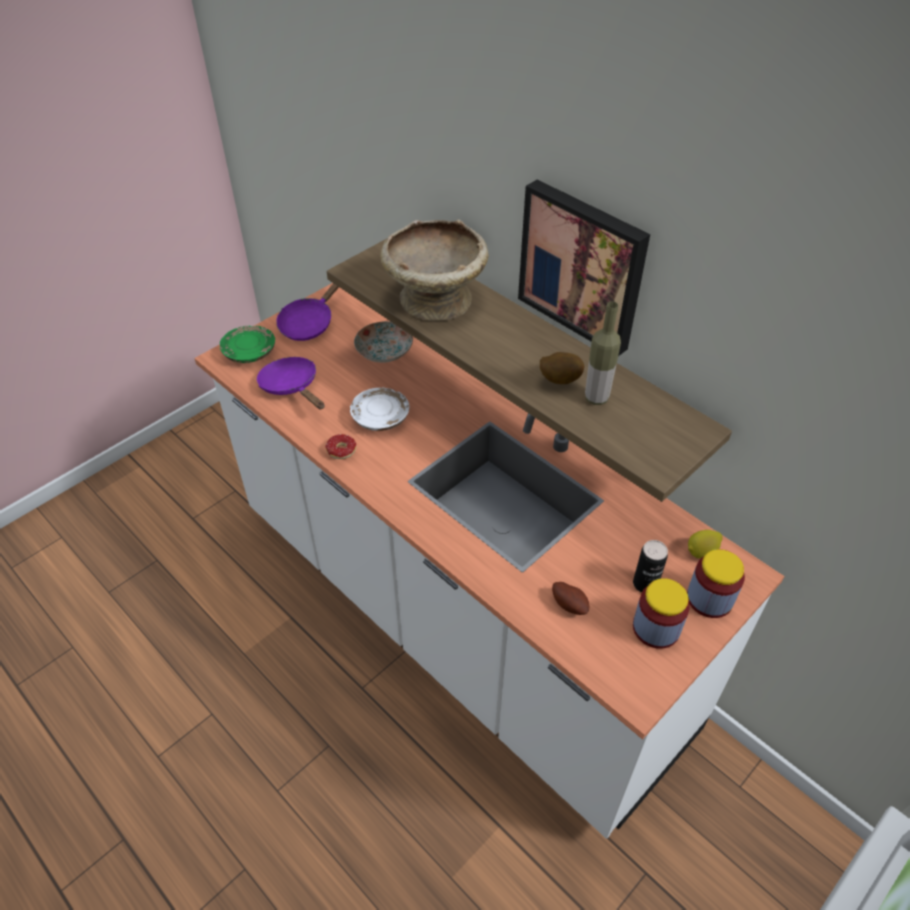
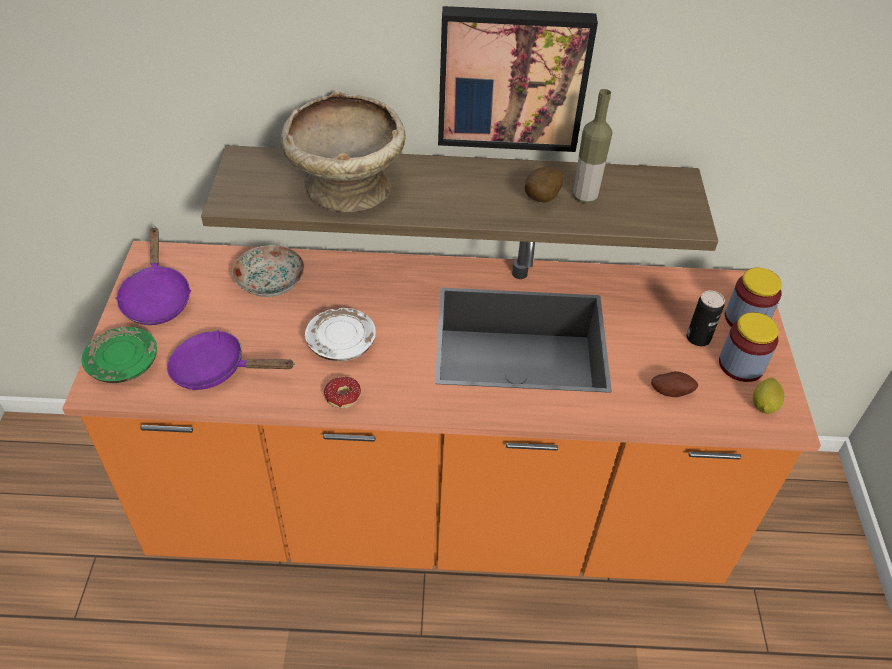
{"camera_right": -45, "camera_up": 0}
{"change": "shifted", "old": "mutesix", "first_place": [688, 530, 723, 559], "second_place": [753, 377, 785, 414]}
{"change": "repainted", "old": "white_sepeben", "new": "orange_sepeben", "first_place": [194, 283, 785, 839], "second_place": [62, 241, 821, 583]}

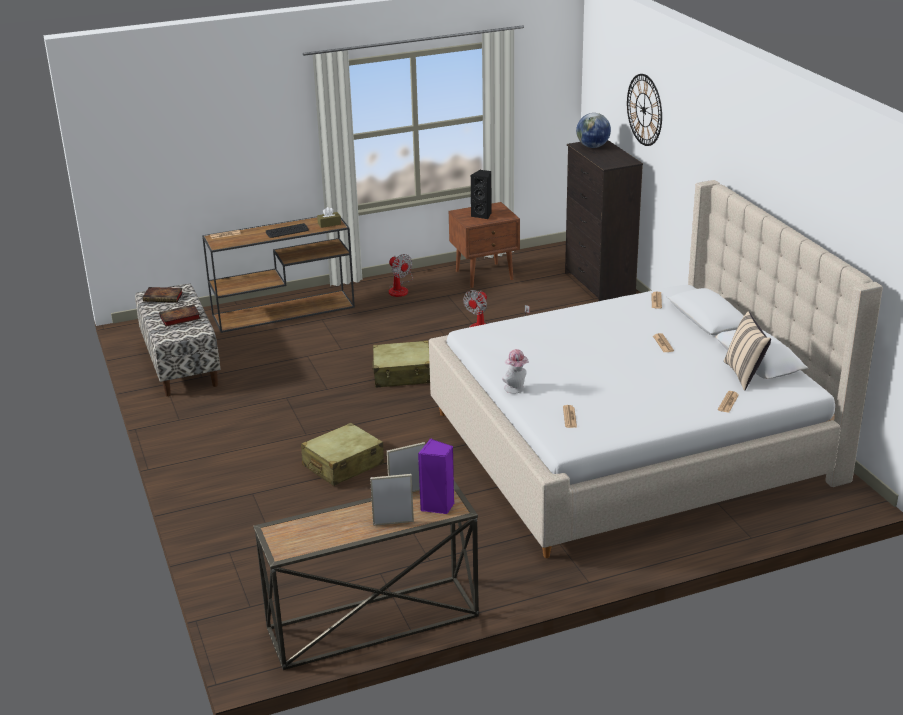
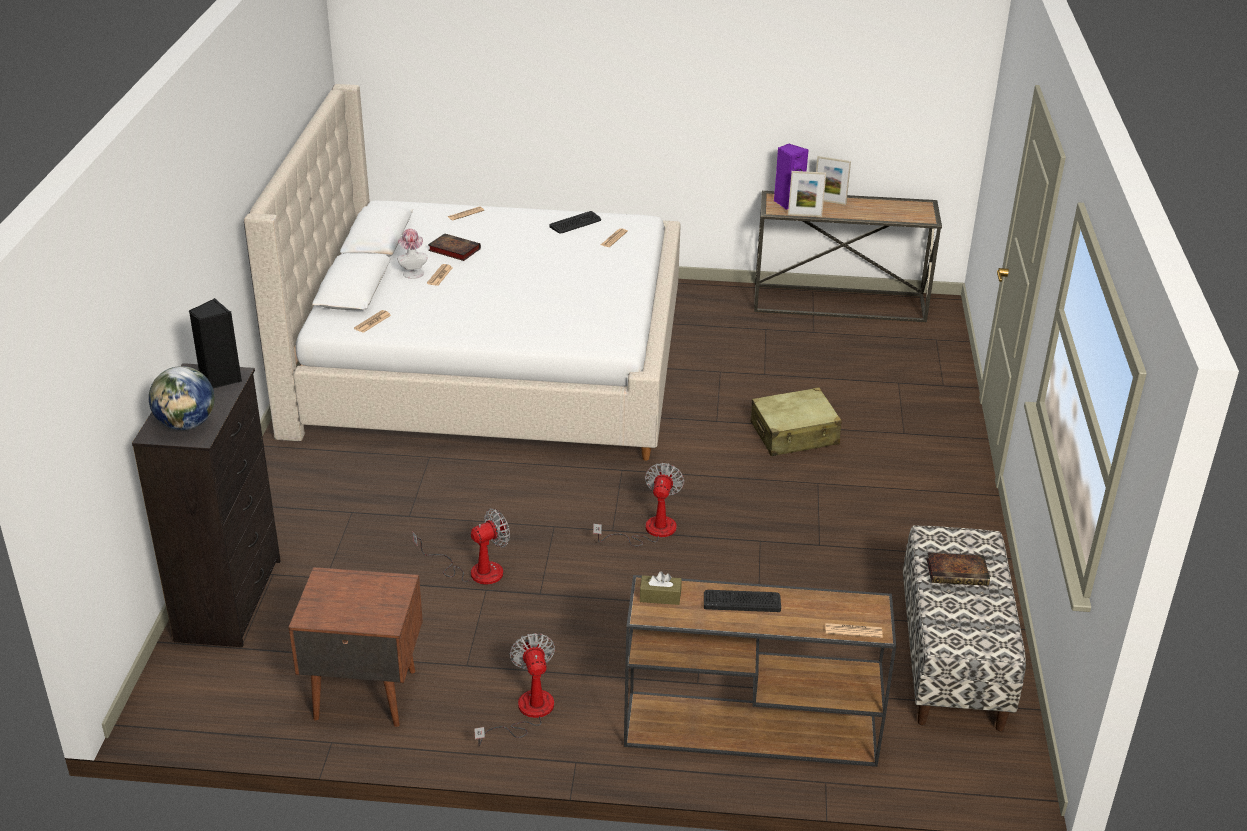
{"camera_right": -155, "camera_up": 5}
{"change": "gone", "old": "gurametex", "first_place": [627, 74, 662, 146]}
{"change": "gone", "old": "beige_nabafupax", "first_place": [724, 311, 771, 391]}
{"change": "new", "new": "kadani", "second_place": [549, 211, 601, 233]}
{"change": "shifted", "old": "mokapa", "first_place": [143, 287, 183, 302], "second_place": [428, 233, 481, 261]}
{"change": "shifted", "old": "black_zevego", "first_place": [470, 170, 492, 219], "second_place": [189, 299, 242, 388]}
{"change": "shifted", "old": "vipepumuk", "first_place": [502, 349, 529, 394], "second_place": [397, 229, 427, 279]}
{"change": "swapped", "old": "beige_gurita", "new": "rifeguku", "first_place": [372, 340, 430, 388], "second_place": [593, 463, 684, 547]}

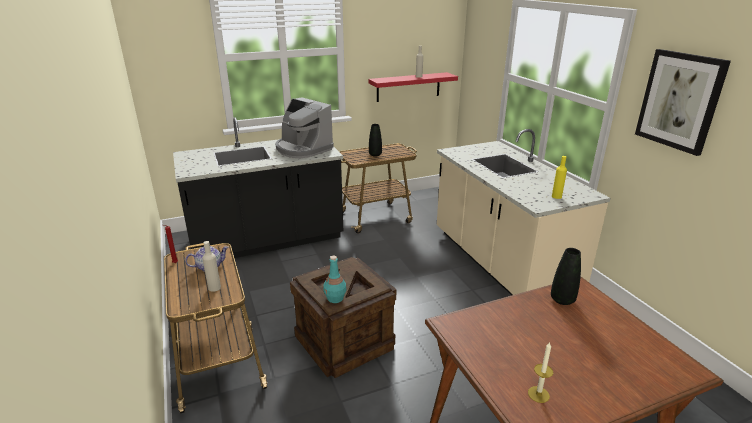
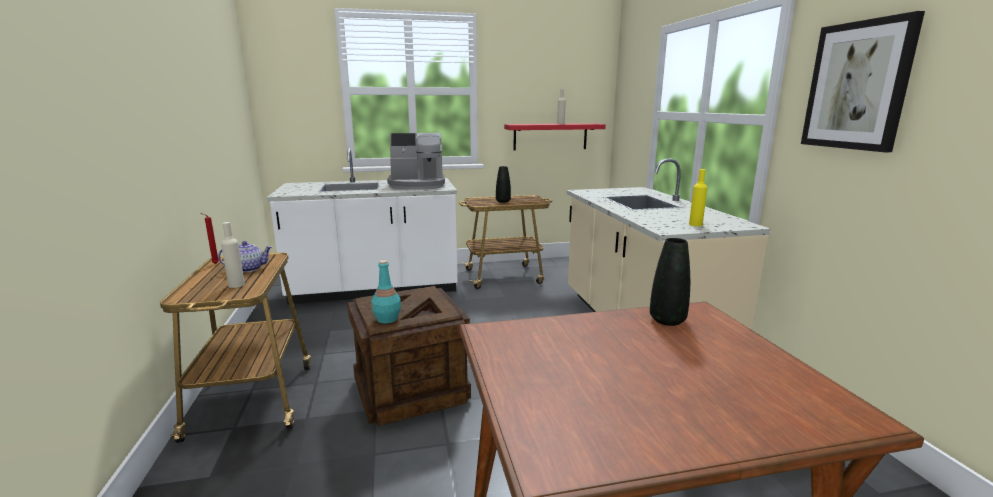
{"camera_right": 10, "camera_up": -10}
{"change": "gone", "old": "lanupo", "first_place": [528, 342, 553, 403]}
{"change": "repainted", "old": "black_sepeben", "new": "white_sepeben", "first_place": [173, 117, 343, 258], "second_place": [267, 148, 458, 304]}
{"change": "rotated", "old": "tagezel", "first_place": [275, 97, 334, 158], "second_place": [387, 133, 445, 190], "degrees": -60}

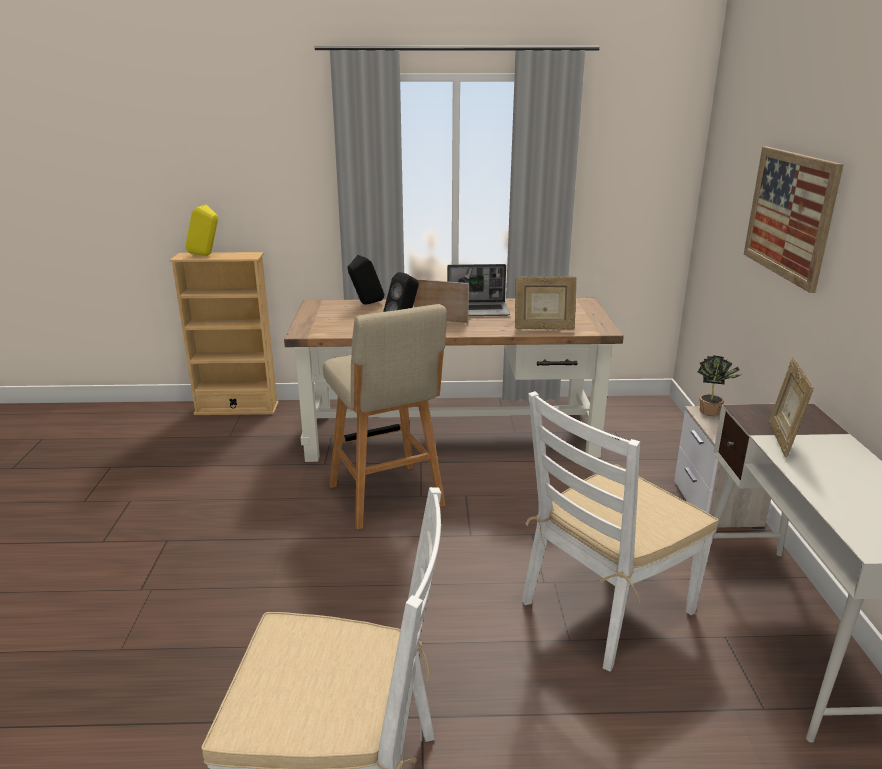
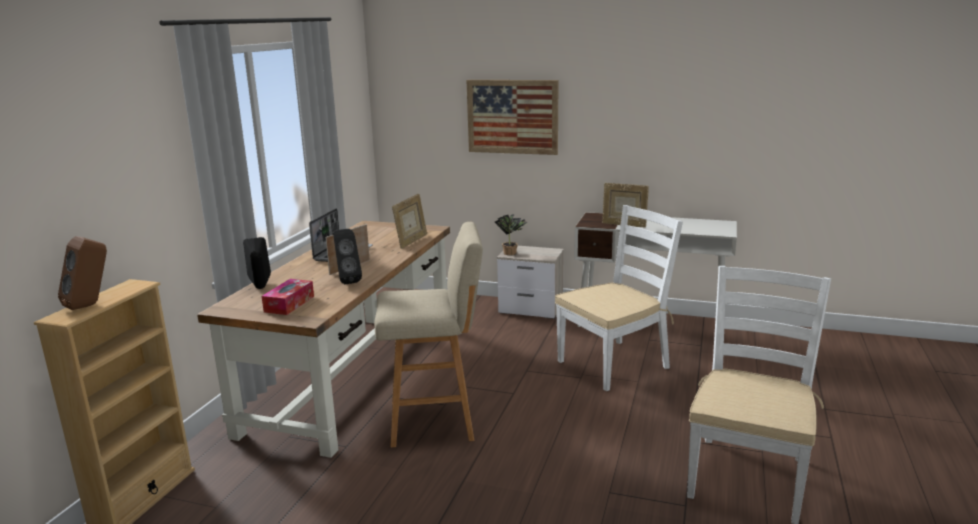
{"camera_right": -70, "camera_up": -5}
{"change": "new", "new": "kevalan", "second_place": [262, 279, 314, 315]}
{"change": "repainted", "old": "yellow_zevego", "new": "brown_zevego", "first_place": [185, 204, 218, 256], "second_place": [58, 236, 107, 310]}
{"change": "rotated", "old": "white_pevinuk", "first_place": [522, 391, 718, 672], "second_place": [555, 205, 683, 391], "degrees": -105}

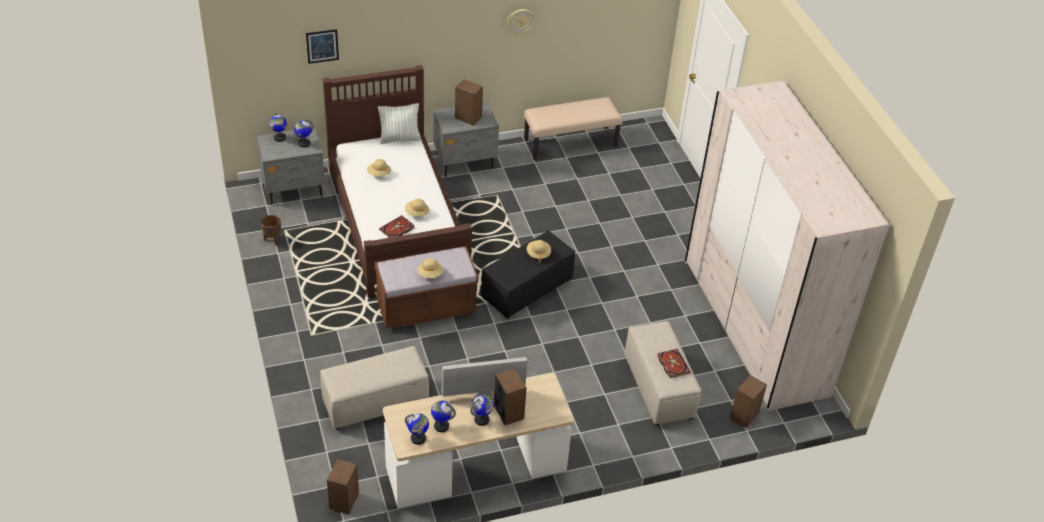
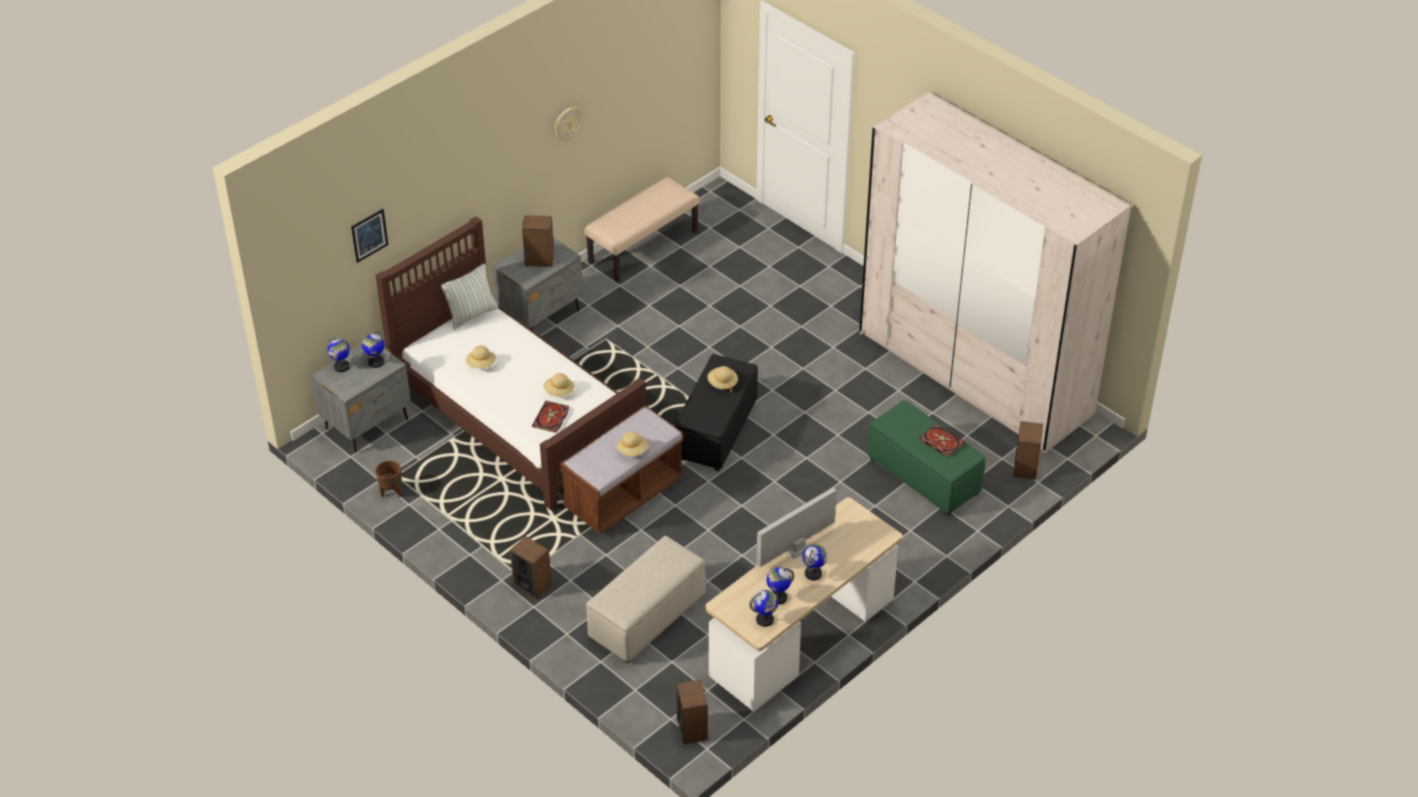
{"camera_right": -25, "camera_up": 0}
{"change": "shifted", "old": "zevego", "first_place": [494, 368, 527, 425], "second_place": [510, 536, 552, 599]}
{"change": "repainted", "old": "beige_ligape", "new": "green_ligape", "first_place": [624, 321, 701, 426], "second_place": [868, 400, 986, 516]}

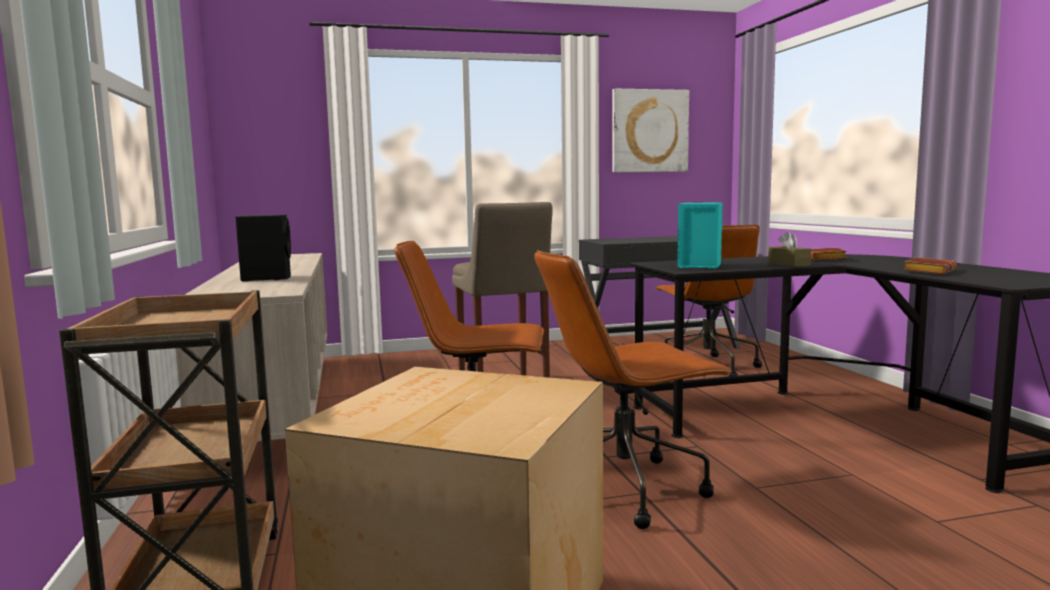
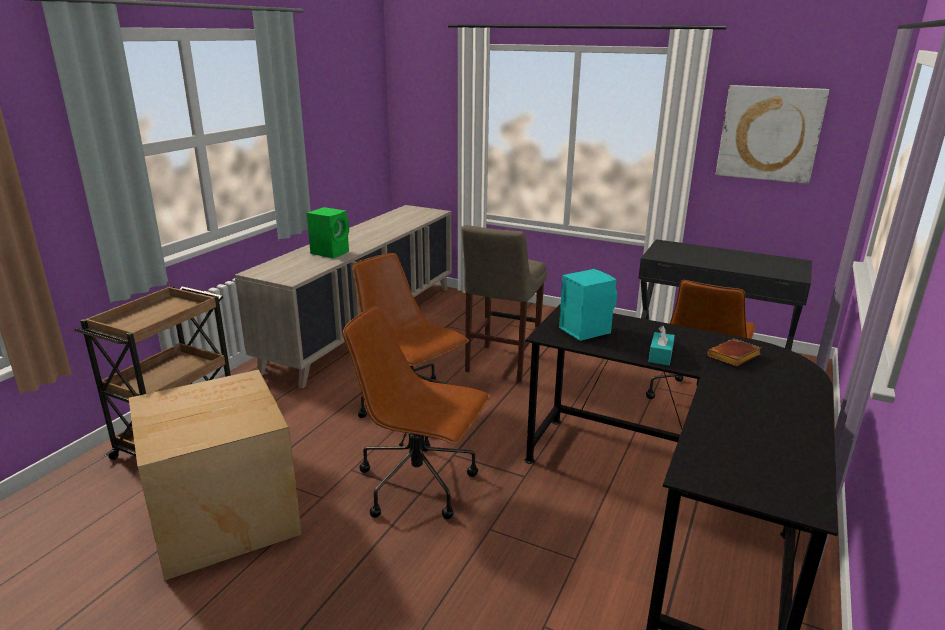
{"camera_right": 40, "camera_up": 15}
{"change": "gone", "old": "brown_mokapa", "first_place": [903, 257, 957, 274]}
{"change": "repainted", "old": "black_zevego", "new": "green_zevego", "first_place": [236, 214, 291, 282], "second_place": [307, 207, 349, 258]}
{"change": "repainted", "old": "brown_kevalan", "new": "turquoise_kevalan", "first_place": [768, 232, 811, 267], "second_place": [648, 326, 675, 365]}

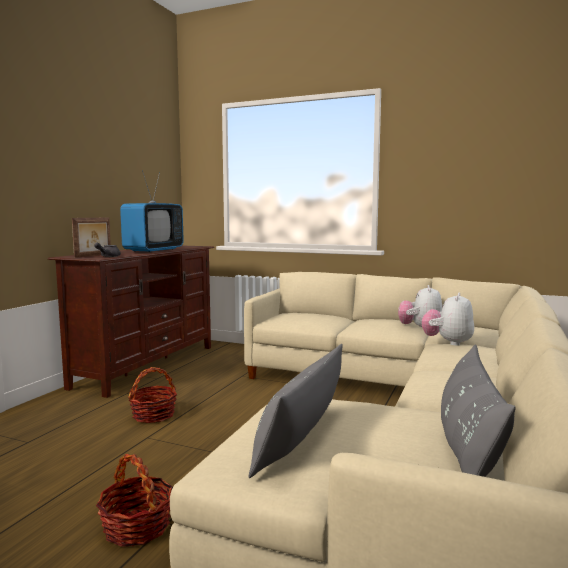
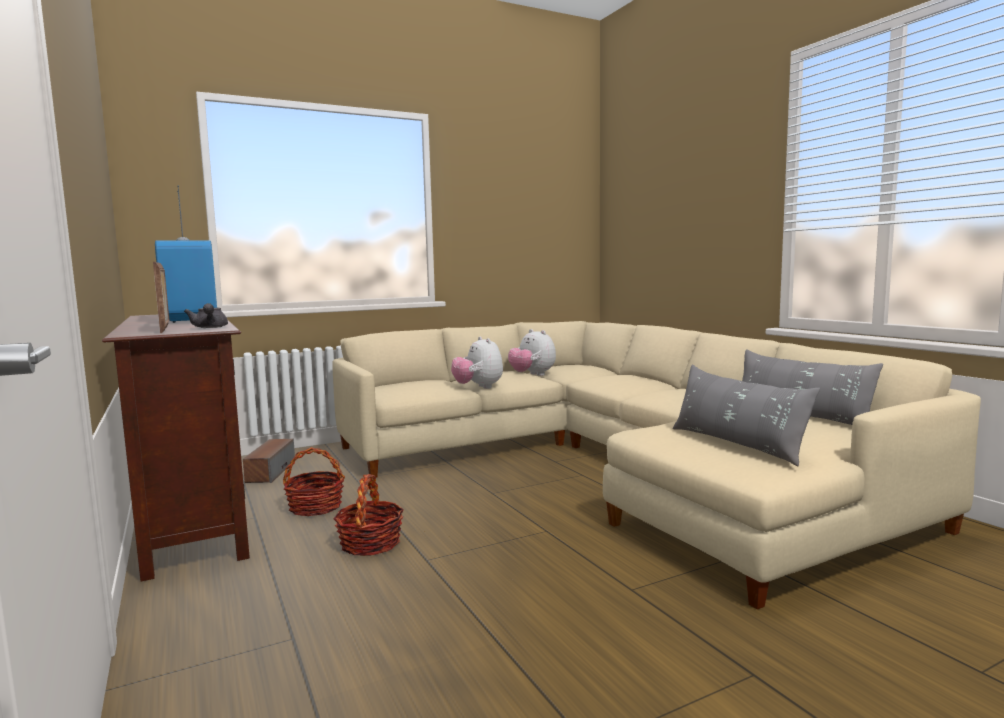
{"camera_right": -50, "camera_up": 0}
{"change": "new", "new": "zevego", "second_place": [243, 438, 295, 483]}
{"change": "shifted", "old": "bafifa", "first_place": [96, 454, 173, 547], "second_place": [283, 447, 345, 516]}
{"change": "shifted", "old": "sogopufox", "first_place": [422, 292, 474, 345], "second_place": [451, 337, 503, 389]}

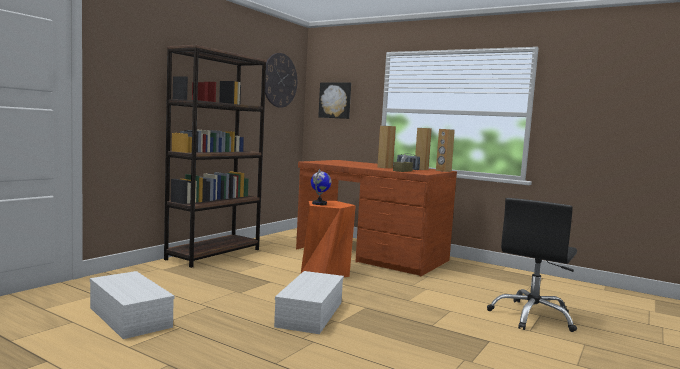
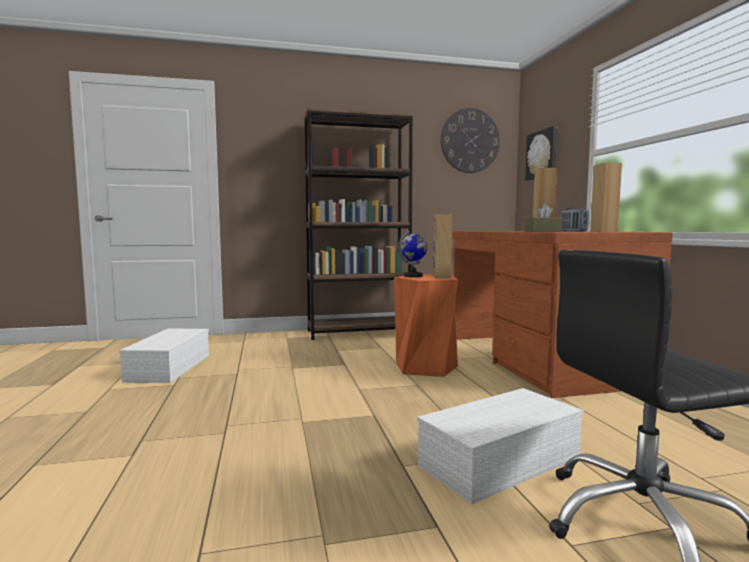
{"camera_right": 45, "camera_up": 0}
{"change": "shifted", "old": "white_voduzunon", "first_place": [274, 271, 344, 334], "second_place": [417, 388, 584, 504]}
{"change": "shifted", "old": "brown_zevego", "first_place": [436, 129, 455, 172], "second_place": [433, 214, 452, 279]}

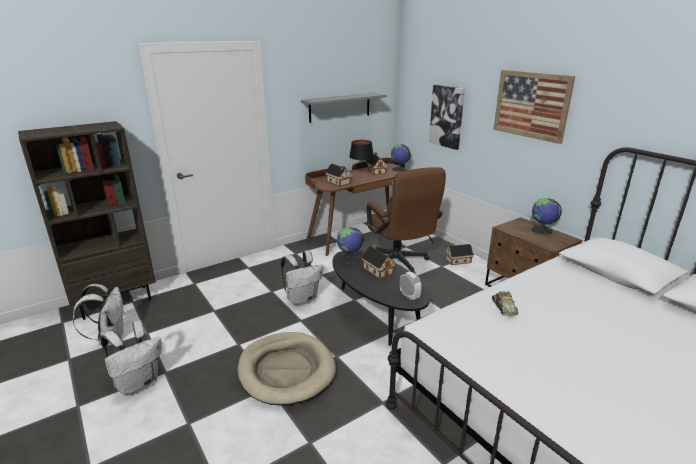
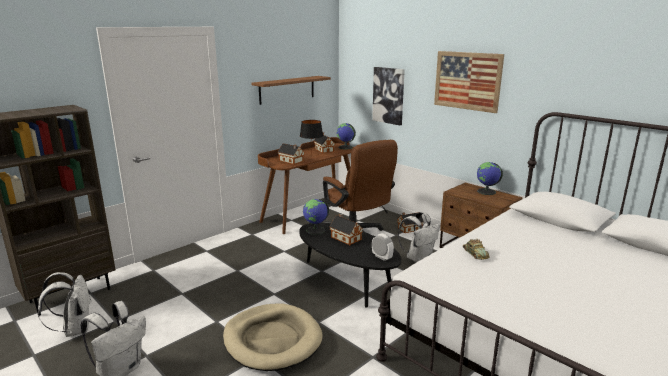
{"camera_right": -10, "camera_up": -5}
{"change": "shifted", "old": "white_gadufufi", "first_place": [281, 250, 324, 306], "second_place": [398, 212, 440, 263]}
{"change": "repainted", "old": "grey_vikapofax", "new": "brown_vikapofax", "first_place": [301, 93, 387, 123], "second_place": [251, 76, 331, 105]}

